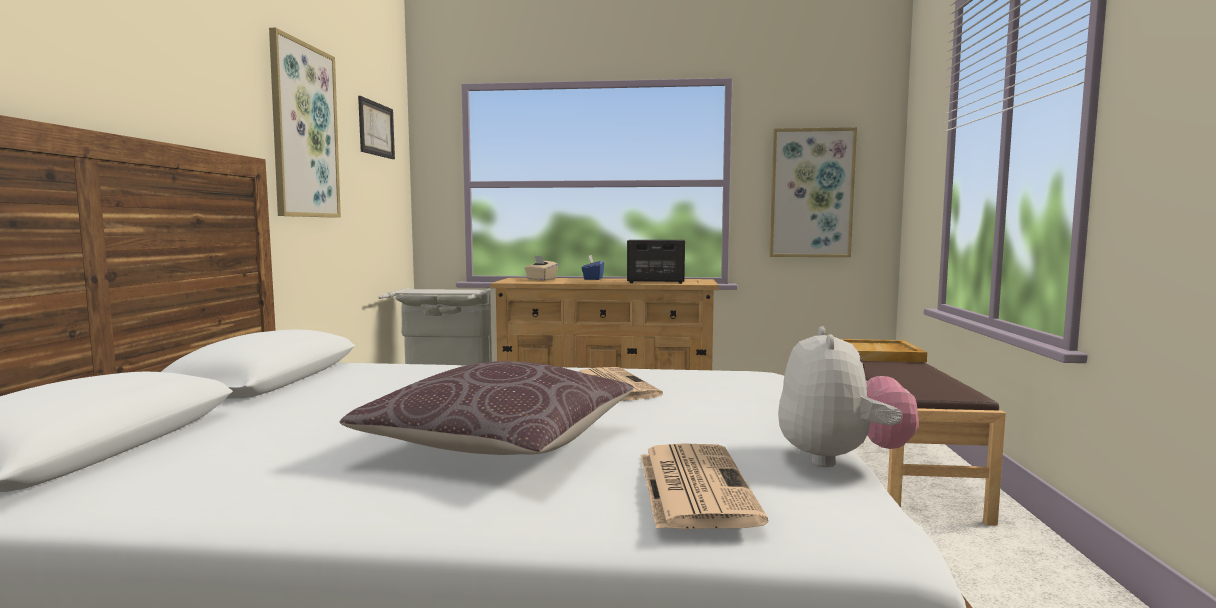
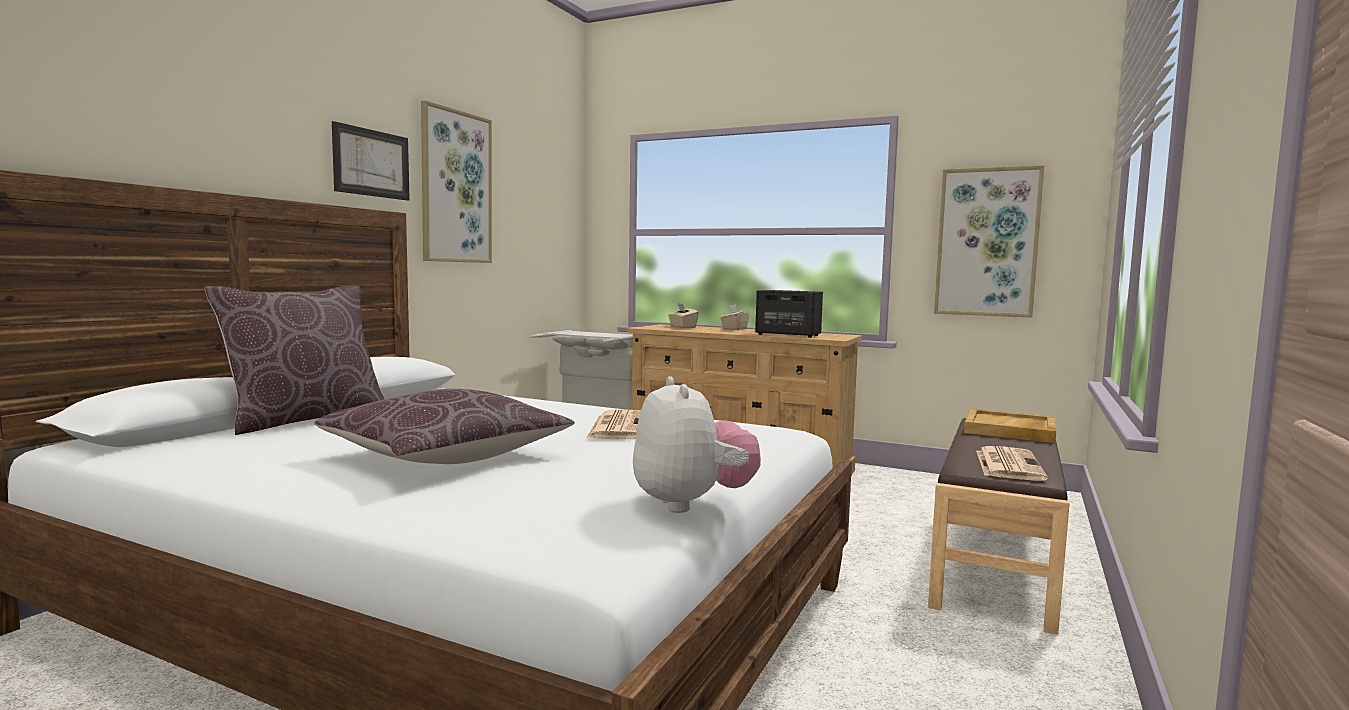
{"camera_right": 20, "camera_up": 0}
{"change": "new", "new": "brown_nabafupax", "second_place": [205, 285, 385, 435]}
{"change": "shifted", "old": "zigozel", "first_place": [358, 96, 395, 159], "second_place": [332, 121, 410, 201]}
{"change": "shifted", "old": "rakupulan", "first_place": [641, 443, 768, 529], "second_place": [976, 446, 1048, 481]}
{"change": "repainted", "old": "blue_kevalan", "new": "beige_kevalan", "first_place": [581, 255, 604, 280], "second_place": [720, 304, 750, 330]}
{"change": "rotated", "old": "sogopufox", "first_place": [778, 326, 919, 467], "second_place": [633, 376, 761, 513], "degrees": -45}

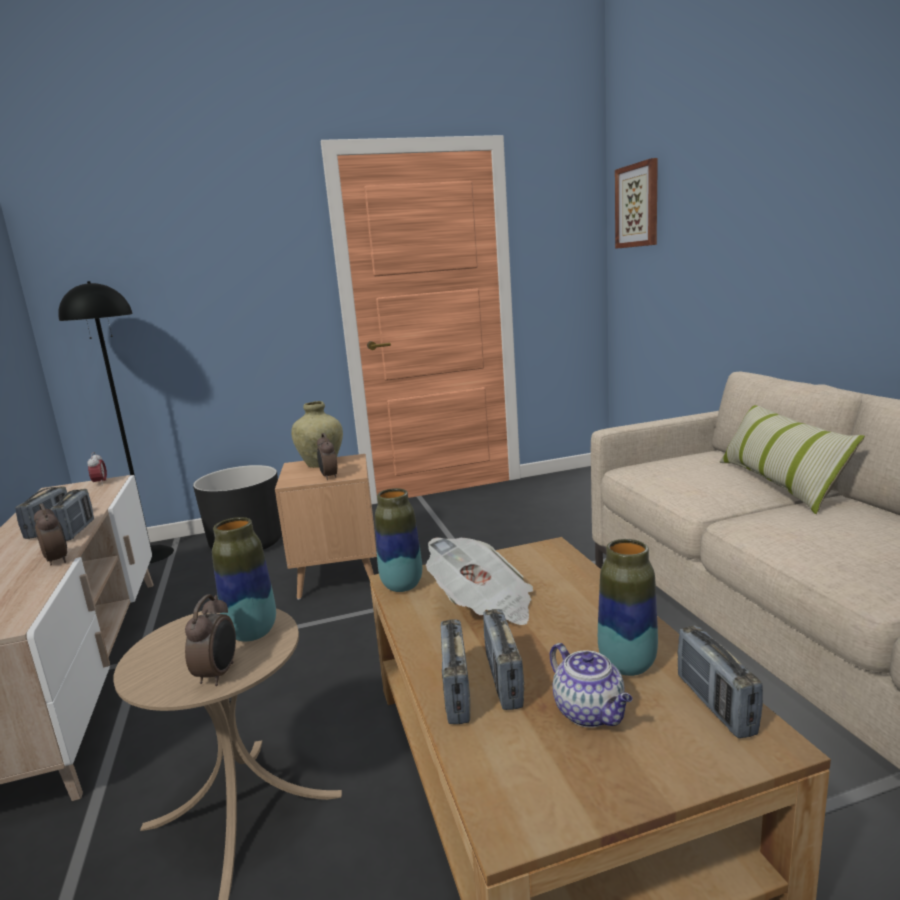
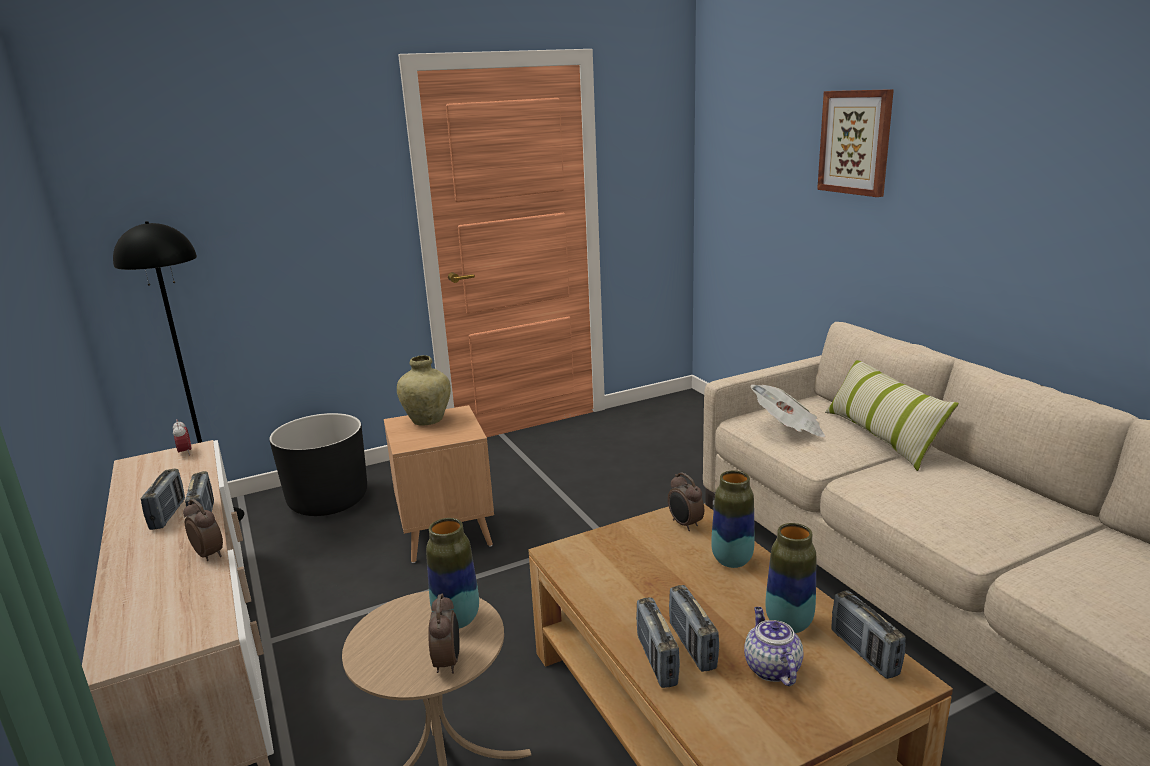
{"camera_right": -10, "camera_up": 5}
{"change": "shifted", "old": "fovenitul", "first_place": [317, 433, 337, 480], "second_place": [668, 472, 704, 531]}
{"change": "shifted", "old": "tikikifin", "first_place": [375, 488, 422, 592], "second_place": [711, 470, 755, 568]}
{"change": "shifted", "old": "rakupulan", "first_place": [426, 537, 533, 625], "second_place": [750, 384, 825, 438]}
{"change": "shifted", "old": "zigozel", "first_place": [615, 158, 658, 249], "second_place": [817, 89, 894, 197]}
{"change": "rotated", "old": "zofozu", "first_place": [550, 643, 633, 728], "second_place": [744, 607, 804, 686], "degrees": -150}

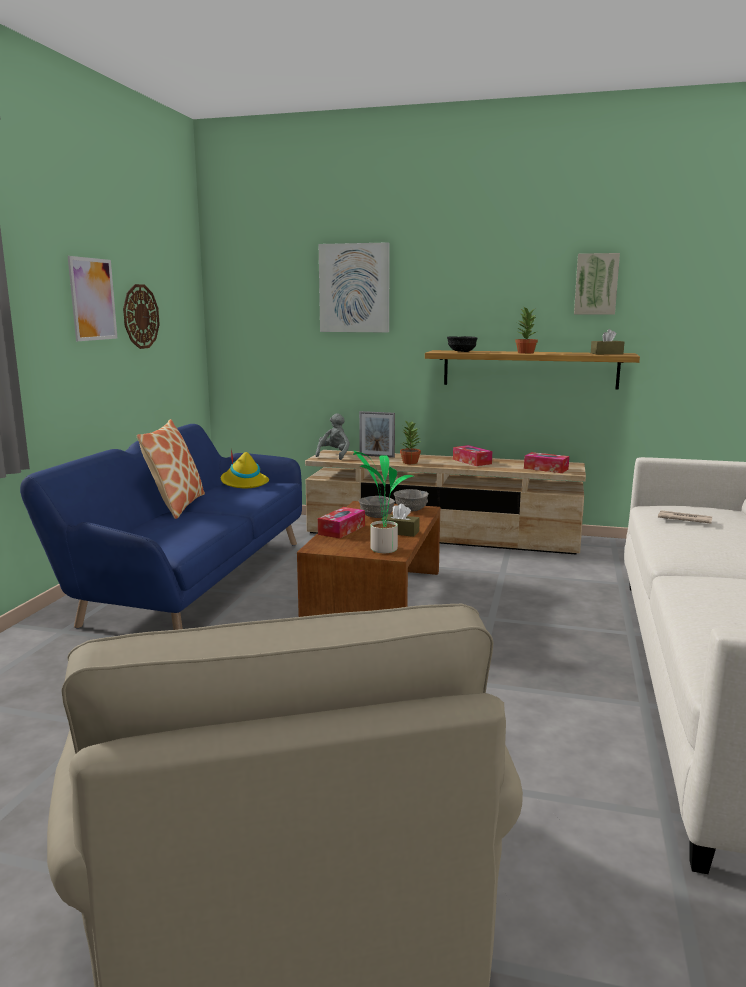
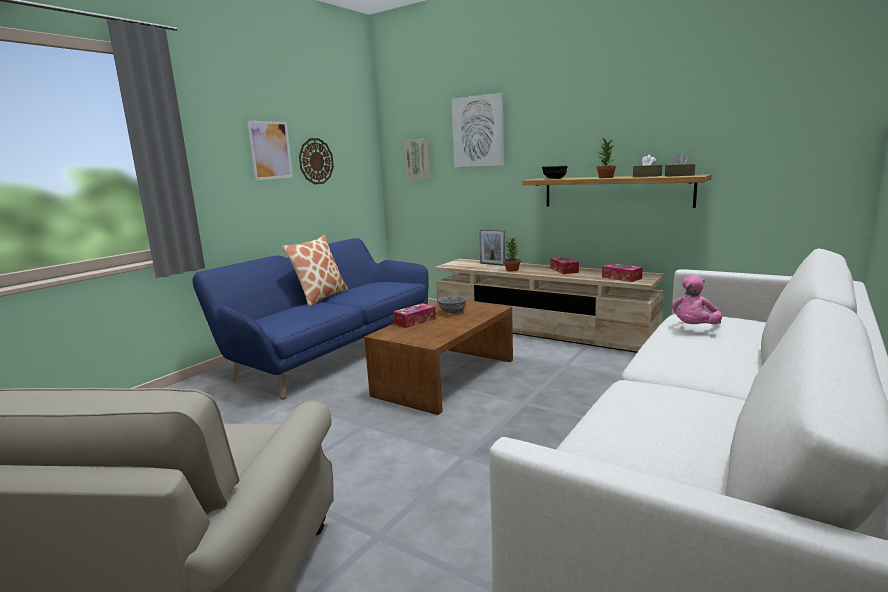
{"camera_right": 20, "camera_up": 0}
{"change": "gone", "old": "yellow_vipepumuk", "first_place": [221, 449, 269, 488]}
{"change": "gone", "old": "grey_sogopufox", "first_place": [315, 413, 350, 460]}
{"change": "gone", "old": "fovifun", "first_place": [353, 451, 413, 553]}
{"change": "gone", "old": "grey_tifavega", "first_place": [394, 489, 429, 511]}
{"change": "shifted", "old": "brown_kevalan", "first_place": [381, 504, 420, 537], "second_place": [633, 155, 662, 177]}
{"change": "shifted", "old": "zigozel", "first_place": [574, 253, 620, 315], "second_place": [404, 139, 430, 180]}
{"change": "swapped", "old": "rakupulan", "new": "pink_sogopufox", "first_place": [658, 510, 712, 524], "second_place": [672, 275, 722, 324]}

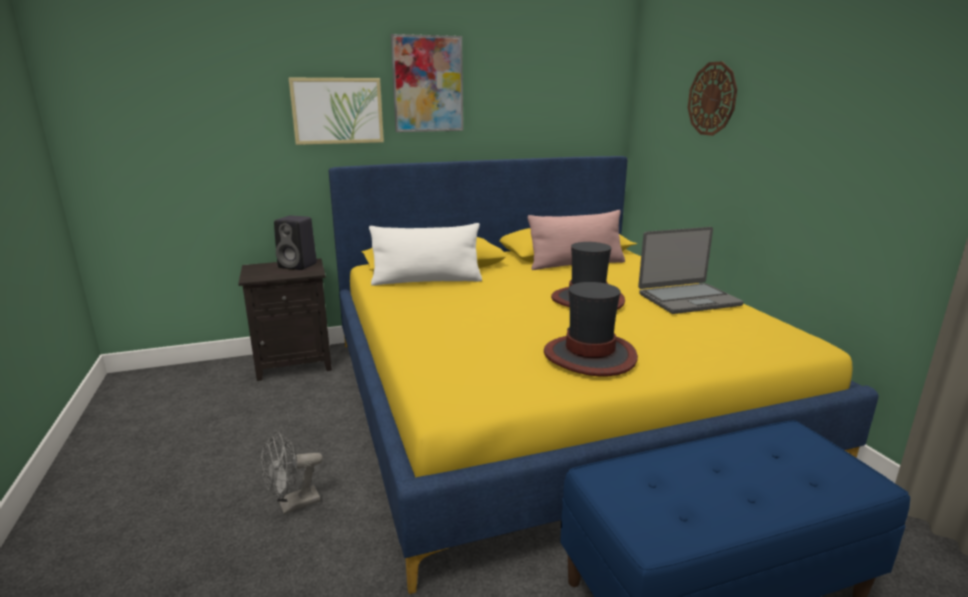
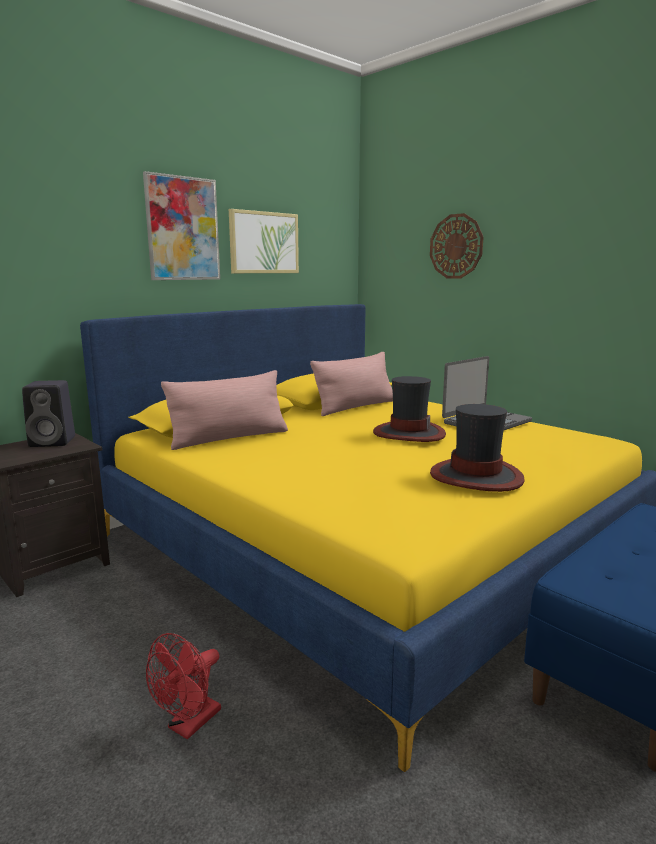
{"camera_right": -25, "camera_up": -5}
{"change": "shifted", "old": "zigozel", "first_place": [289, 78, 384, 145], "second_place": [229, 209, 299, 273]}
{"change": "repainted", "old": "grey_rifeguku", "new": "red_rifeguku", "first_place": [261, 431, 323, 514], "second_place": [146, 633, 221, 740]}
{"change": "repainted", "old": "white_nabafupax", "new": "pink_nabafupax", "first_place": [369, 223, 482, 285], "second_place": [161, 370, 288, 450]}

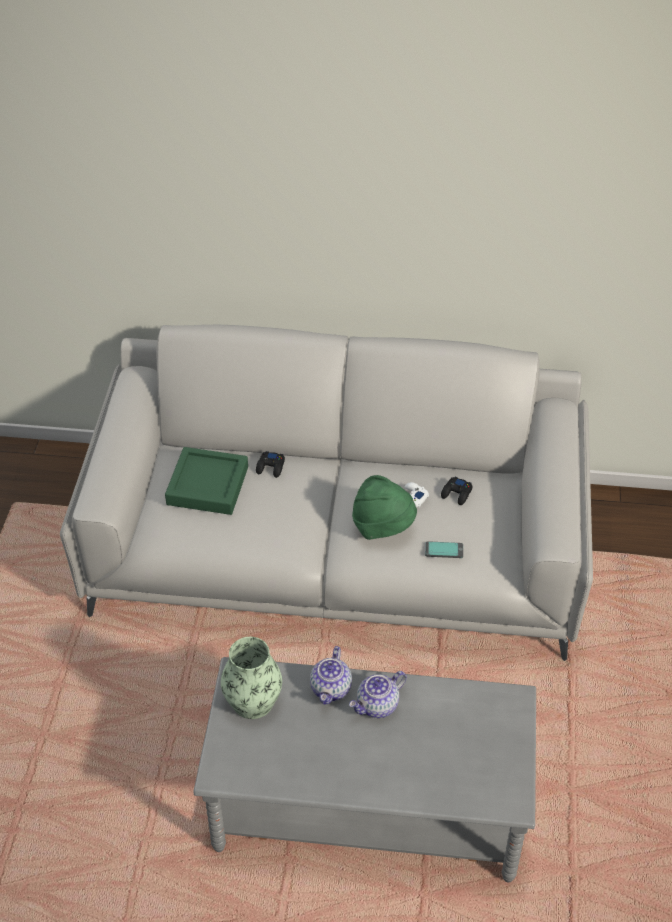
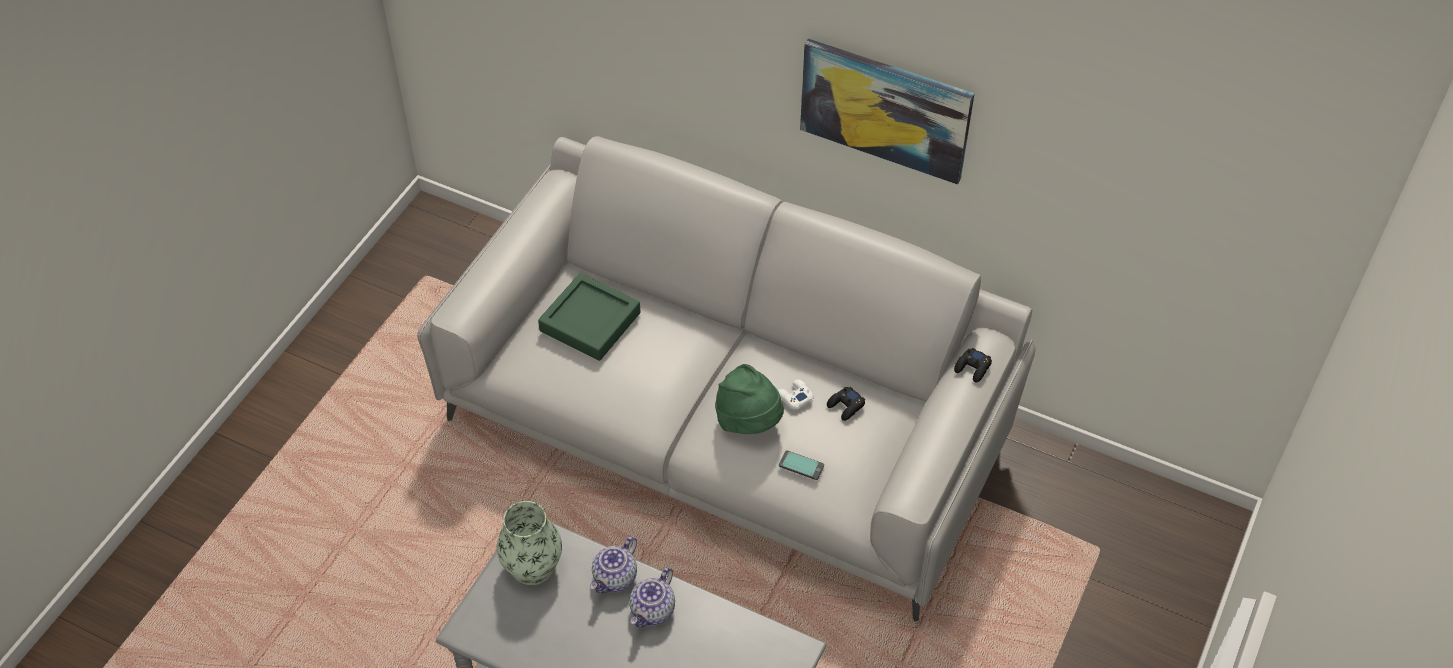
{"camera_right": 20, "camera_up": 5}
{"change": "new", "new": "zigozel", "second_place": [800, 39, 974, 185]}
{"change": "shifted", "old": "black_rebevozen", "first_place": [256, 451, 285, 478], "second_place": [954, 348, 992, 383]}
{"change": "rotated", "old": "zofozu", "first_place": [349, 671, 407, 718], "second_place": [629, 567, 675, 627], "degrees": -45}

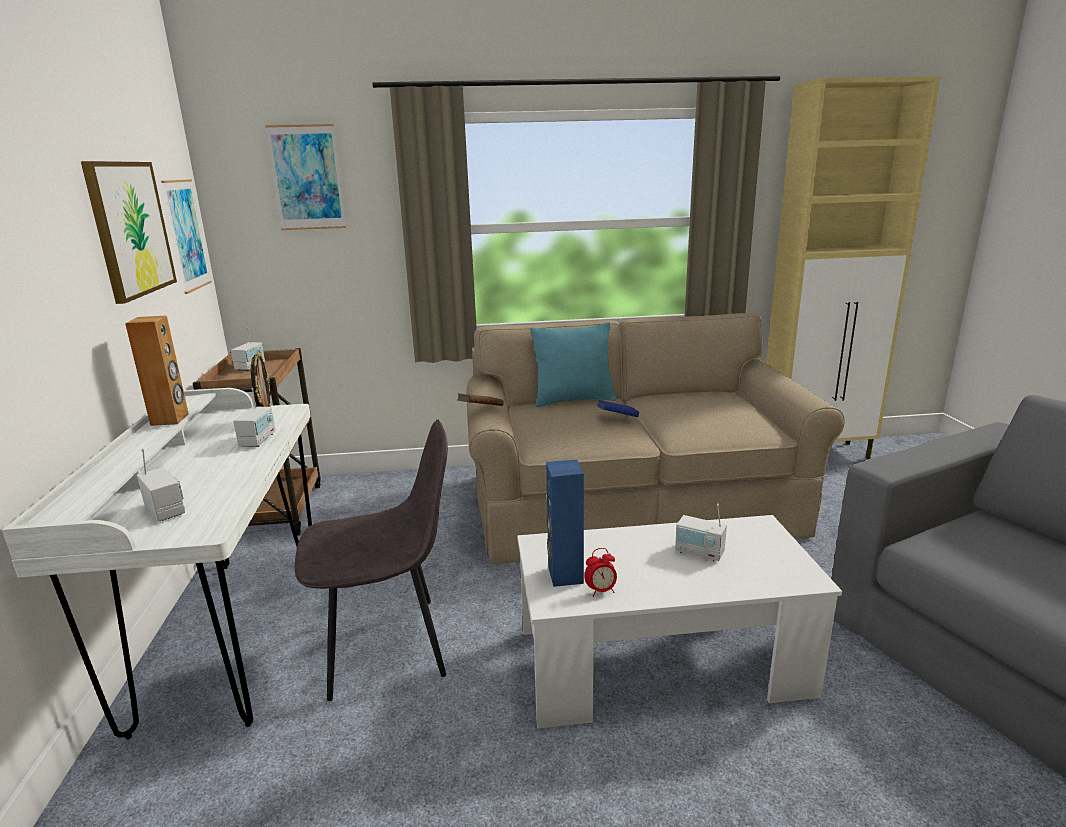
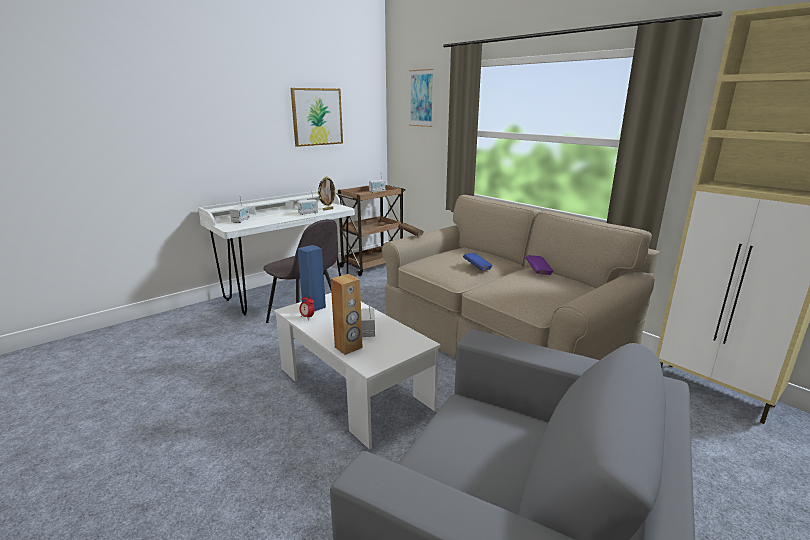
{"camera_right": 55, "camera_up": 0}
{"change": "gone", "old": "zigozel", "first_place": [161, 179, 212, 294]}
{"change": "gone", "old": "turquoise_nabafupax", "first_place": [530, 322, 616, 407]}
{"change": "new", "new": "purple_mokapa", "second_place": [526, 255, 553, 275]}
{"change": "shifted", "old": "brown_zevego", "first_place": [125, 315, 189, 426], "second_place": [331, 274, 363, 355]}

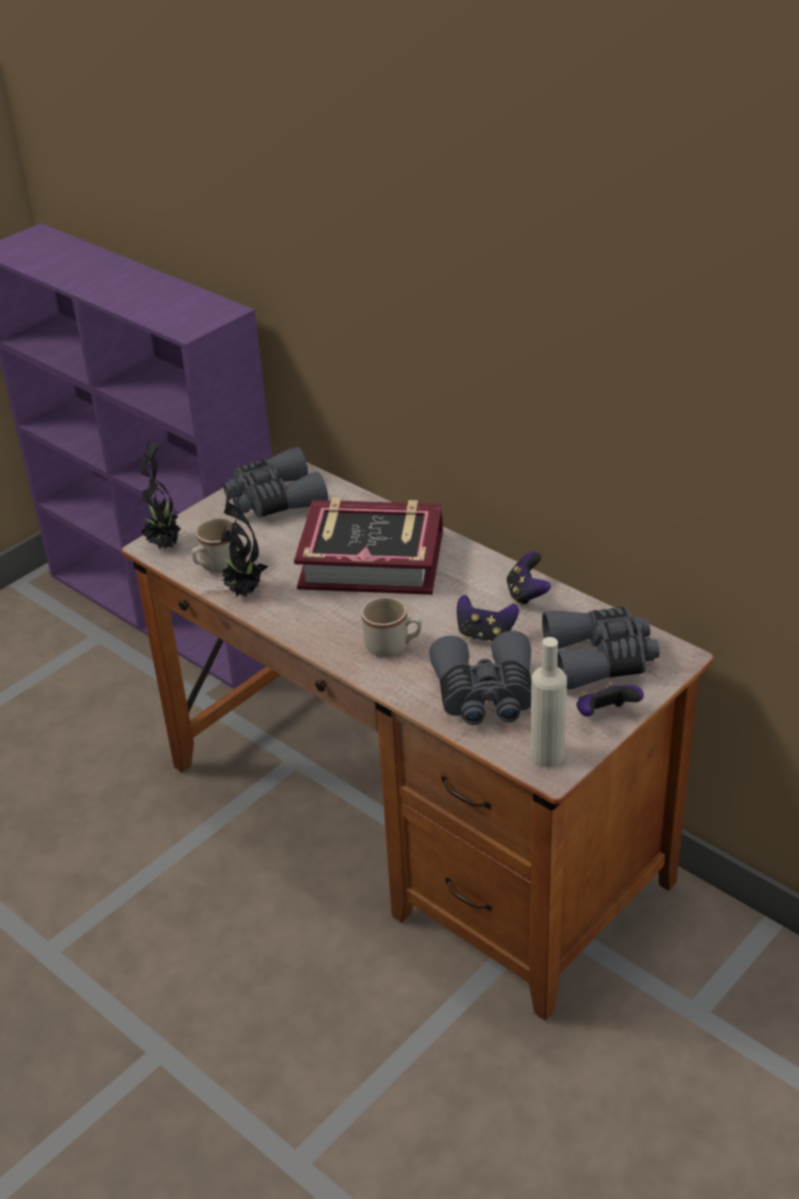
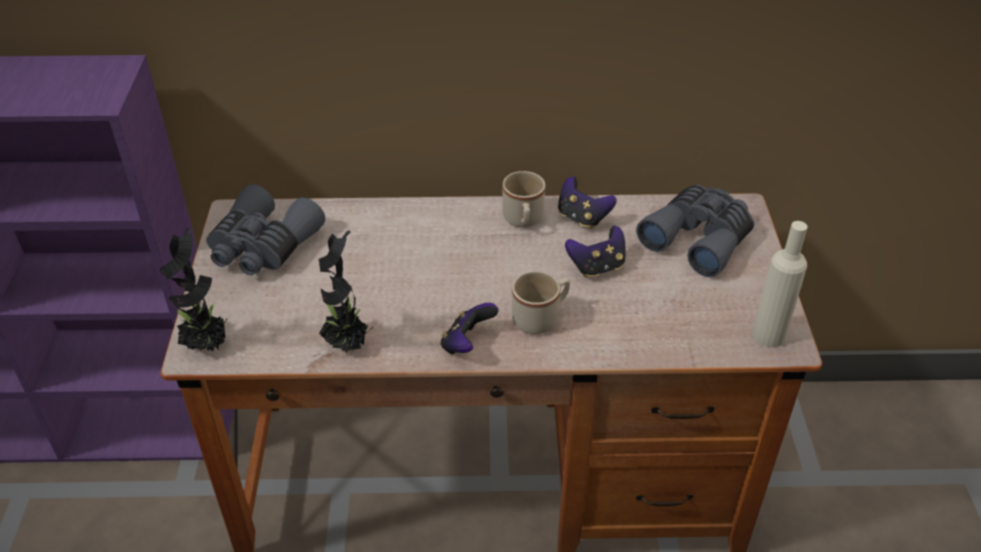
{"camera_right": -45, "camera_up": 5}
{"change": "gone", "old": "mokapa", "first_place": [294, 498, 443, 595]}
{"change": "gone", "old": "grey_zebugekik", "first_place": [429, 631, 531, 725]}
{"change": "shifted", "old": "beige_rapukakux", "first_place": [191, 518, 237, 573], "second_place": [502, 171, 546, 227]}
{"change": "shifted", "old": "rebevozen", "first_place": [576, 682, 644, 716], "second_place": [441, 303, 499, 354]}

